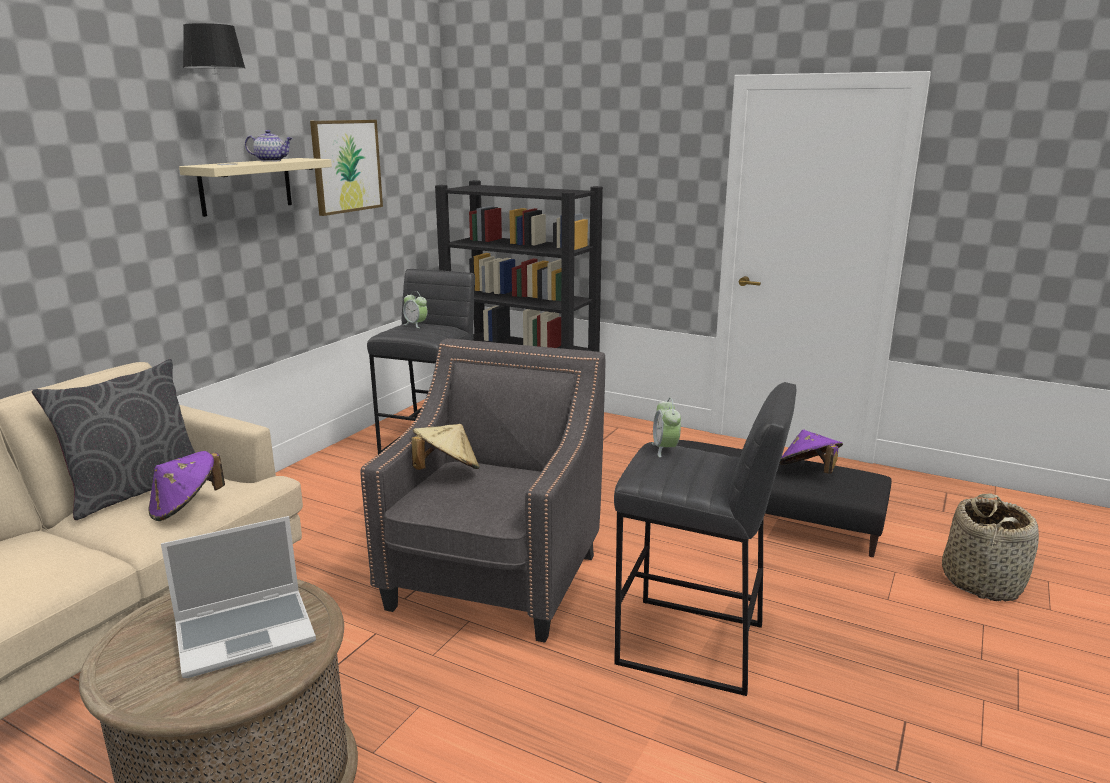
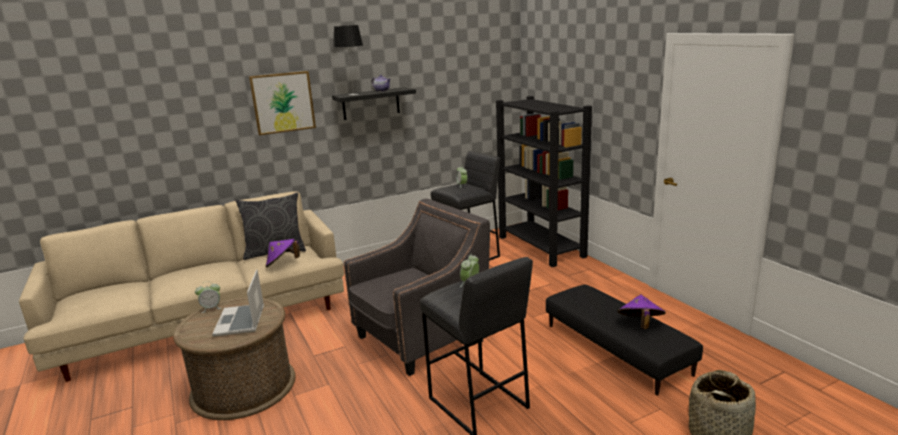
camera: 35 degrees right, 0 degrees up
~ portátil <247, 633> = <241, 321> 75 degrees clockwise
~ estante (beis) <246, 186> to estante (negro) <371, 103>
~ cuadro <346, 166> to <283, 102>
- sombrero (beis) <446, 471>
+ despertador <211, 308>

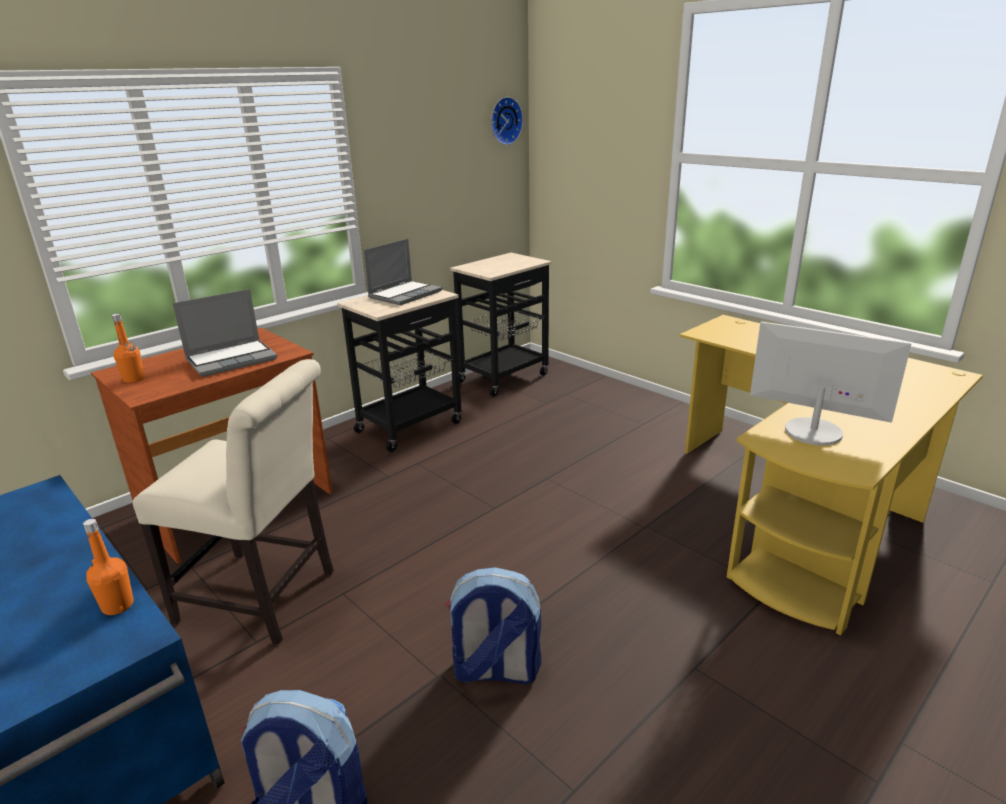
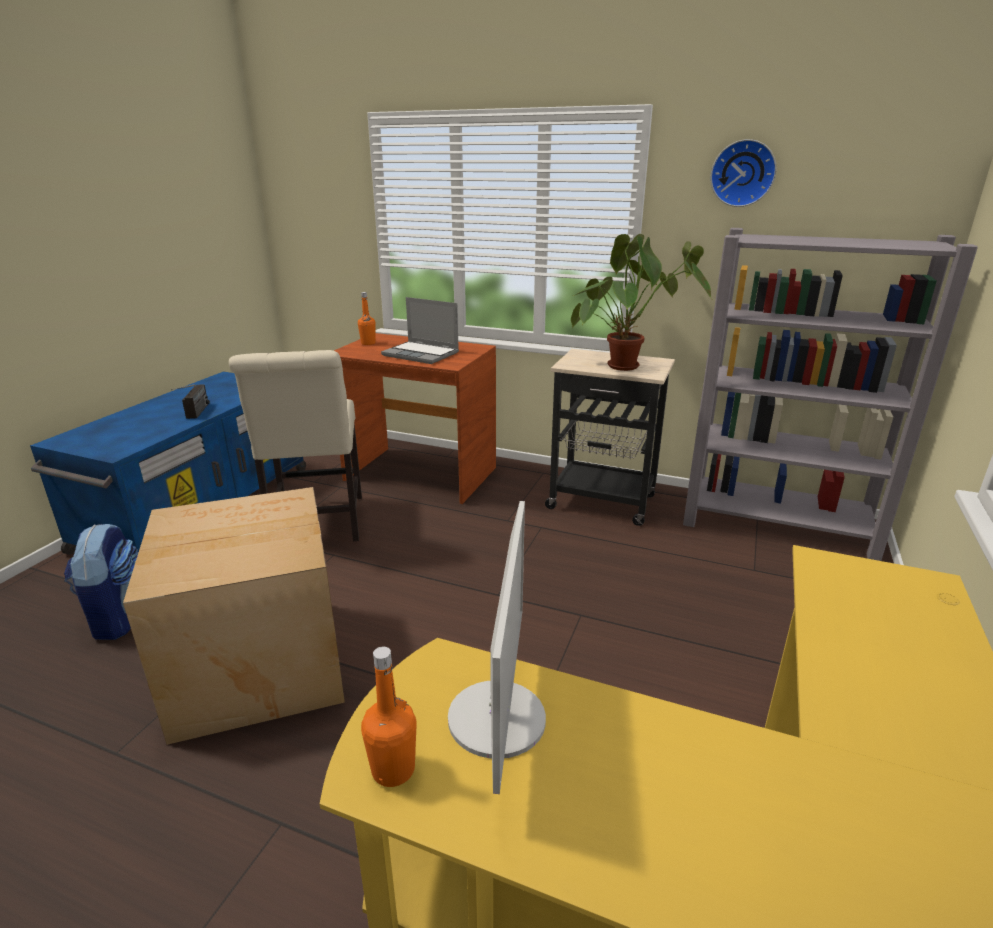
camera: 65 degrees right, 0 degrees up
~ botella (naranja) <118, 606> to <393, 769>
~ portátil <405, 294> to planta en maceta <629, 362>
~ mochila <495, 670> to caja de cartón <256, 664>
~ carrito <503, 377> to estantería (gris) <777, 523>
~ reloj de pared <504, 121> to <743, 173>
+ radio <195, 415>

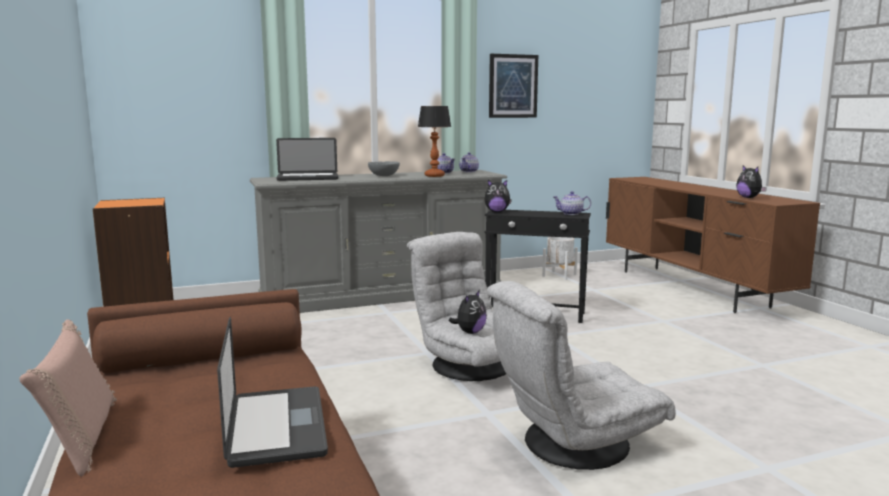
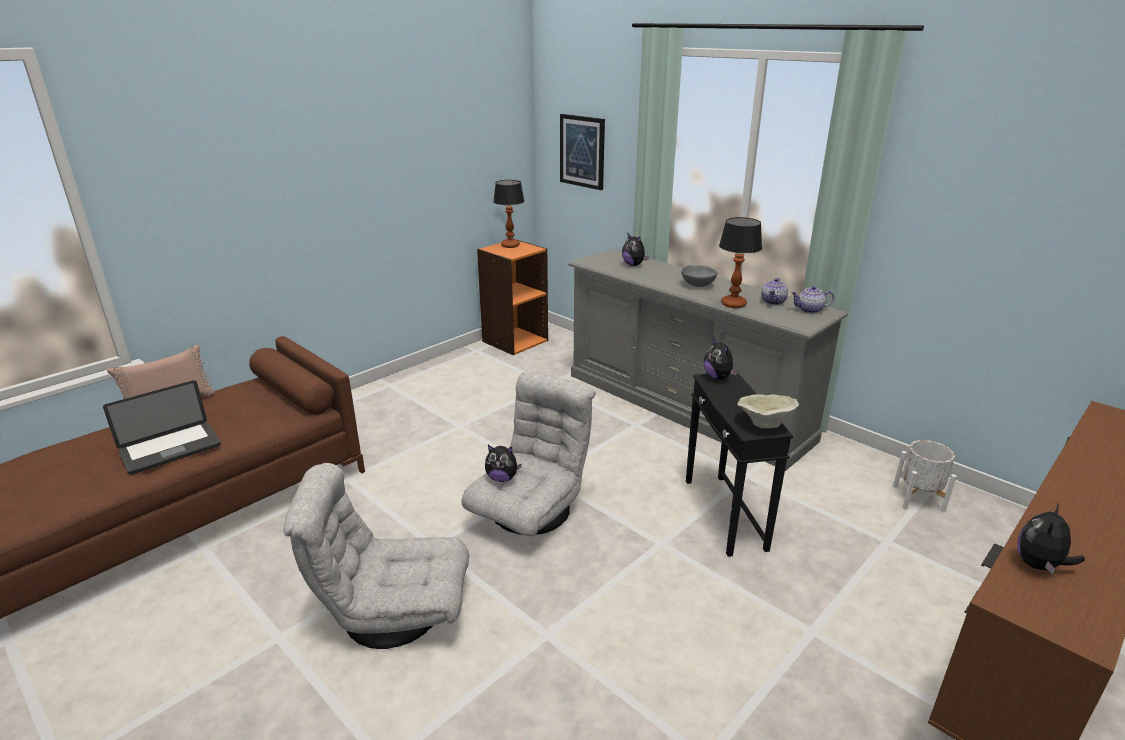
camera: 65 degrees right, 15 degrees up
~ portátil <308, 178> to peluche <634, 265>
~ sillón (gris) <576, 443> = <394, 610> 45 degrees counterclockwise
~ cuadro <513, 86> to <582, 151>
~ tetera <571, 213> to cuenco (beis) <764, 424>
+ lámpara de mesa <510, 246>

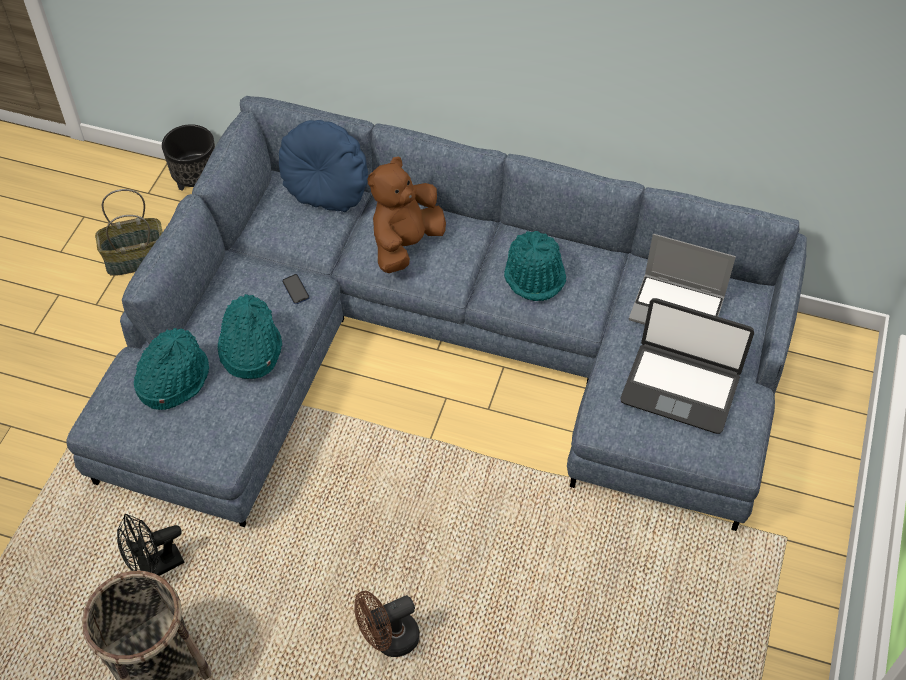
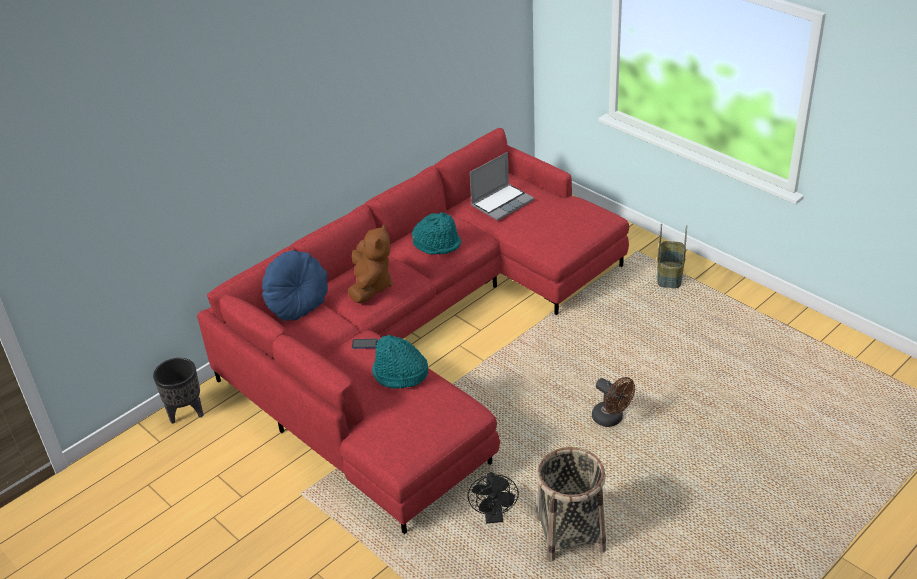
camera: 60 degrees left, 15 degrees down
~ sofá (azul) <440, 350> to sofá (rojo) <421, 336>
~ cesta <136, 260> to <670, 275>
- sombrero (turquesa) <173, 380>
~ ventilador (marrón) <388, 639> = <611, 419> 45 degrees counterclockwise
~ peluche (marrón) <405, 244> = <371, 286> 150 degrees counterclockwise
- portátil <680, 387>

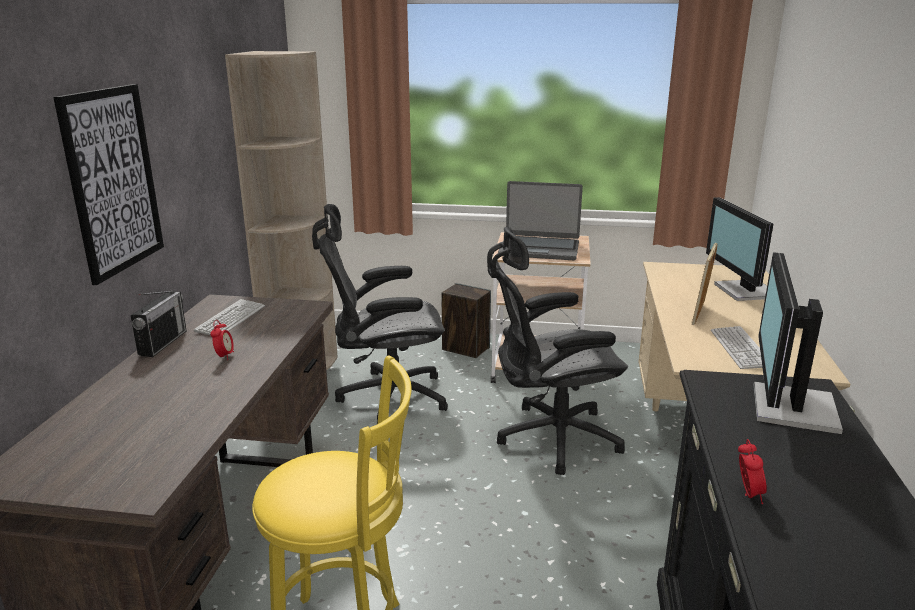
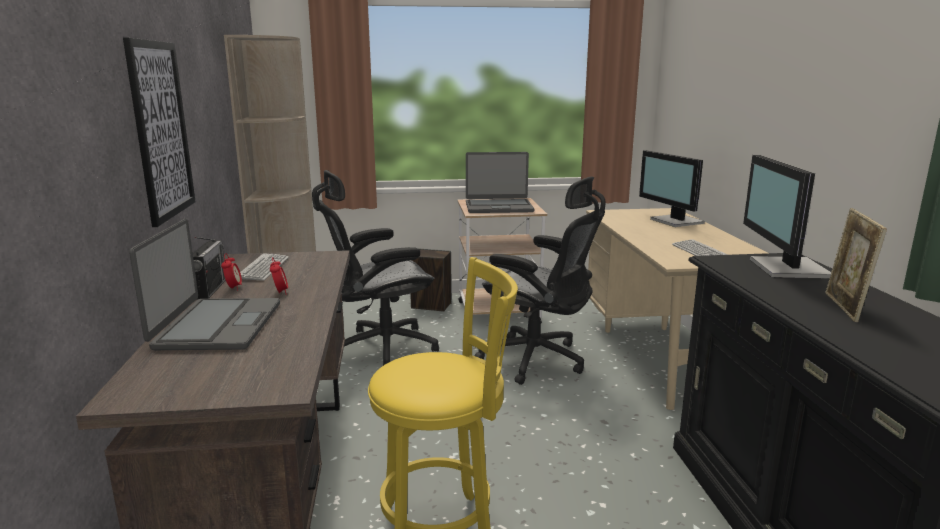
camera: 15 degrees left, 5 degrees down
~ silla de oficina <551, 439> = <537, 361> 120 degrees counterclockwise
~ portarretratos <700, 315> to <844, 308>
~ despertador <747, 495> to <233, 288>
+ portátil <217, 326>

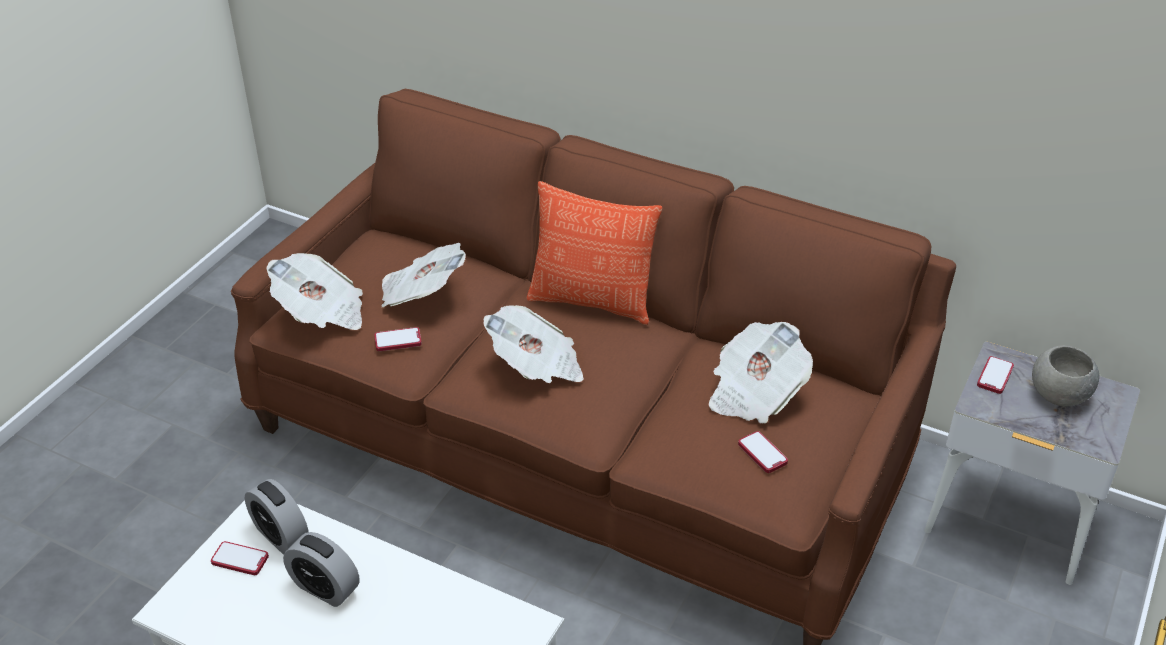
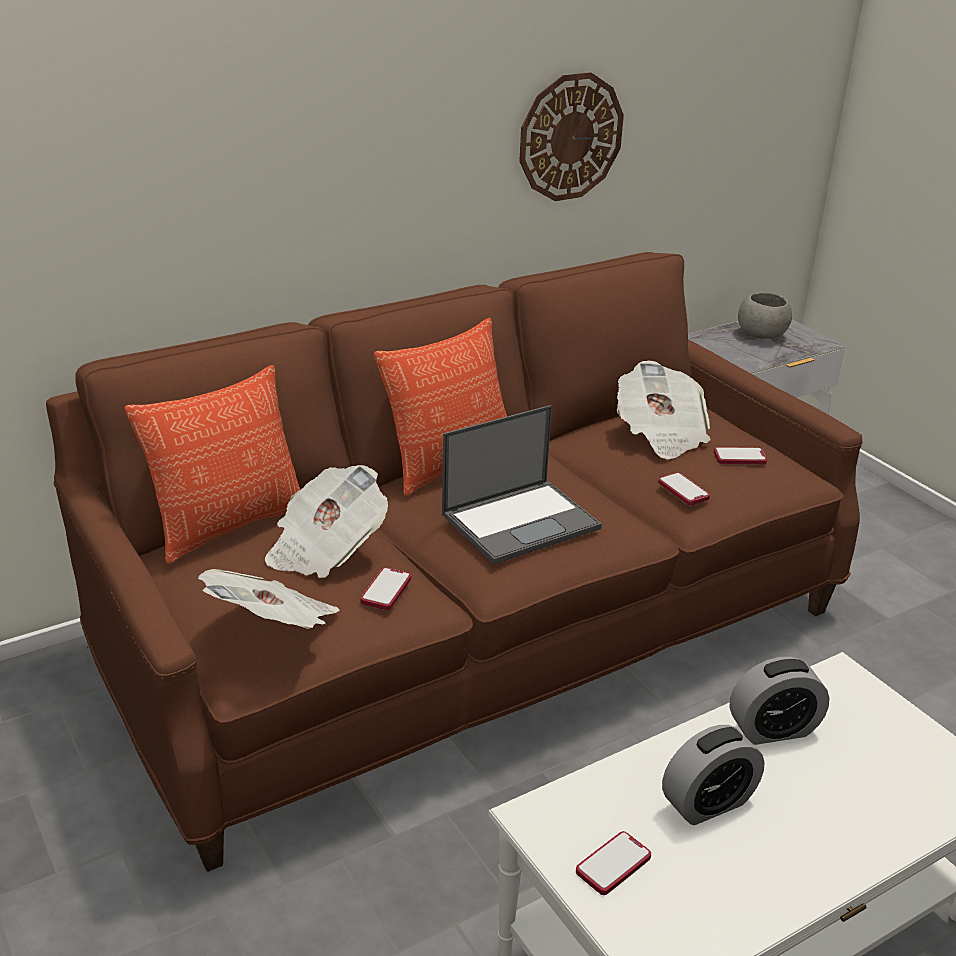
camera: 60 degrees left, 10 degrees down
~ despertador <280, 535> to <773, 729>
~ periódico <536, 366> to portátil <521, 521>
~ móvil <995, 376> to <683, 490>
+ cojín (naranja) <229, 526>
+ reloj de pared <570, 137>

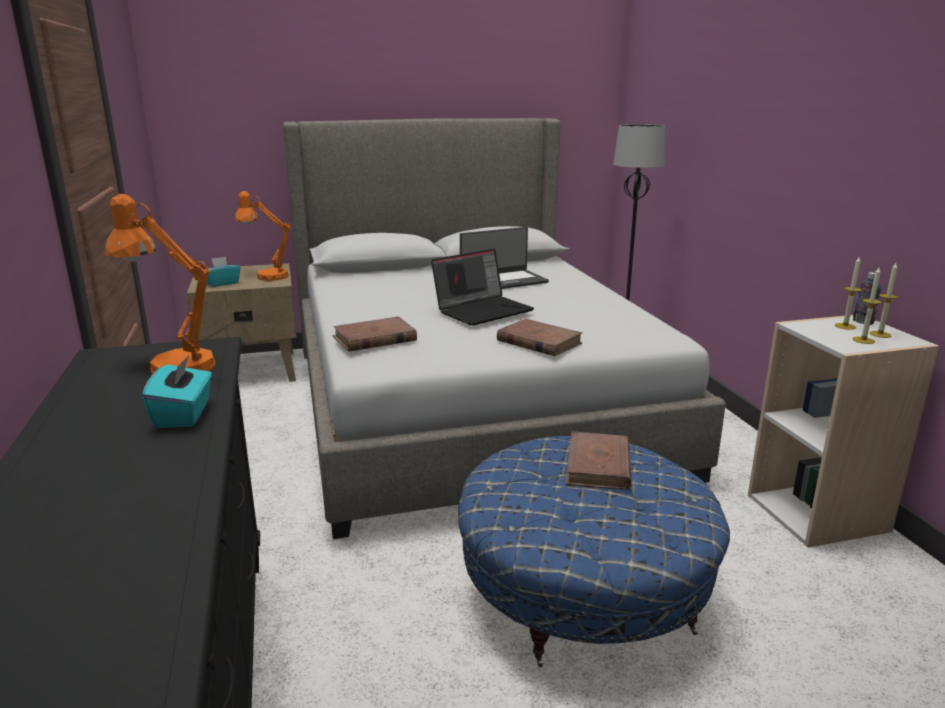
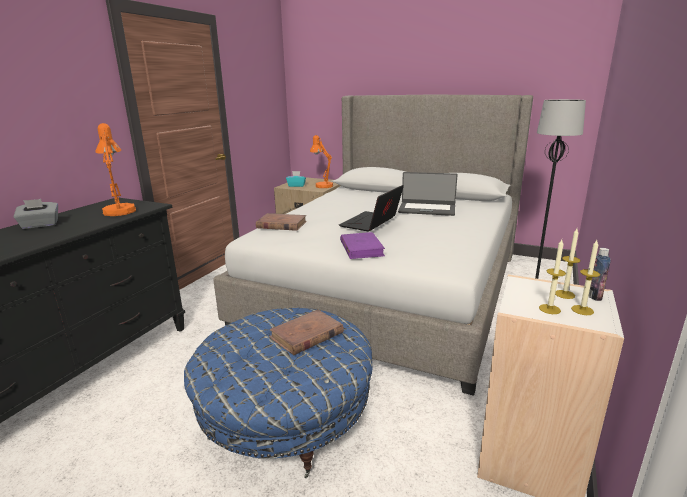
camera: 40 degrees right, 0 degrees up
- caja de pañuelos (turquesa) <184, 414>
~ portátil <483, 310> = <371, 223> 120 degrees clockwise
~ libro (marrón) <538, 342> to libro (morado) <361, 248>
+ caja de pañuelos (gris) <40, 225>

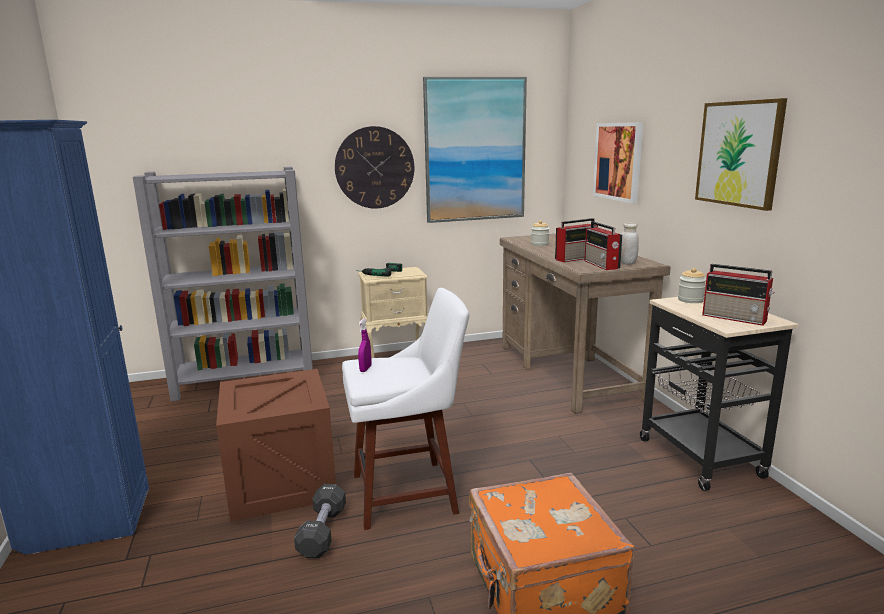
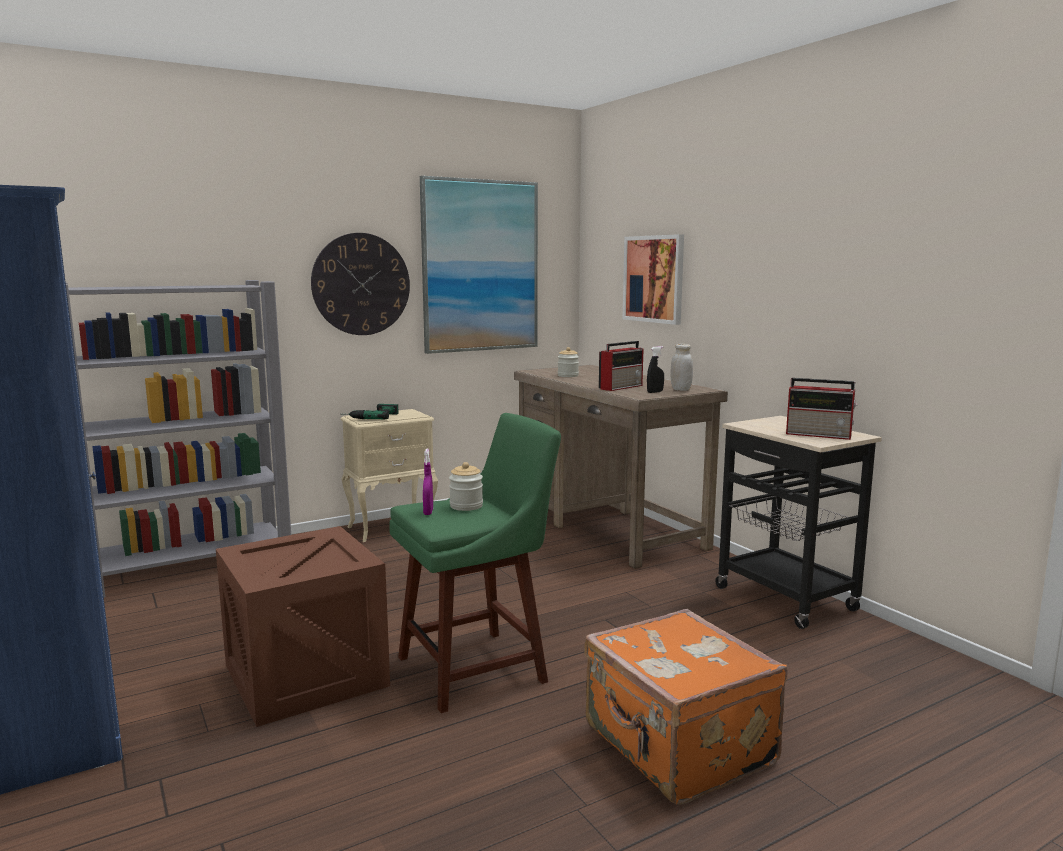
camera: 15 degrees left, 5 degrees down
- mancuerna (negro) <322, 532>
~ taburete (blanco) <409, 492> to taburete (verde) <478, 667>
~ radio <601, 265> to pulverizador (negro) <655, 392>
~ tarro <690, 300> to <466, 506>
- cuadro <739, 153>

